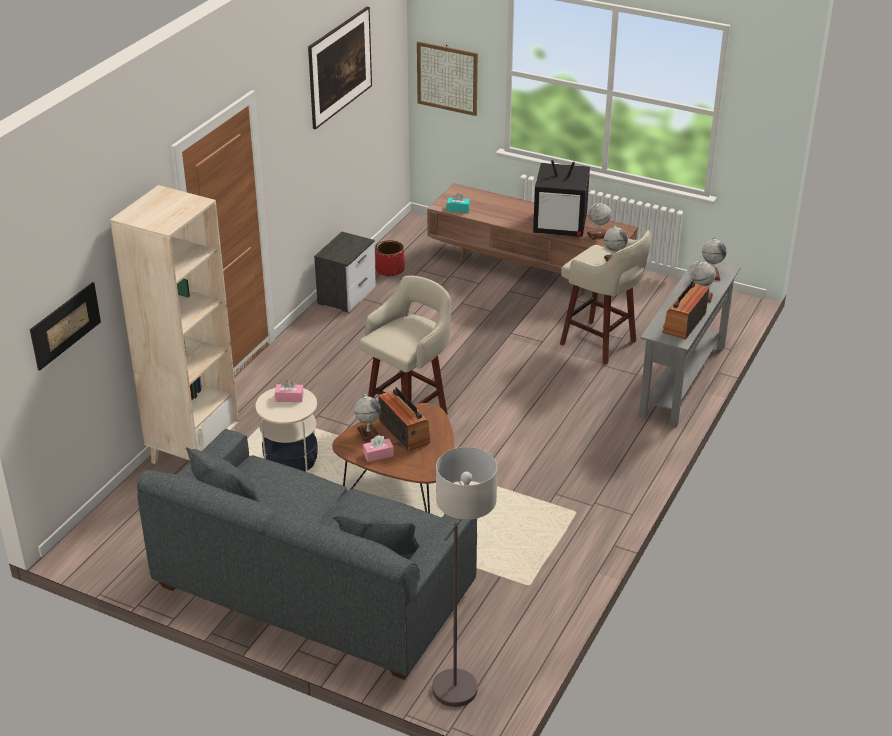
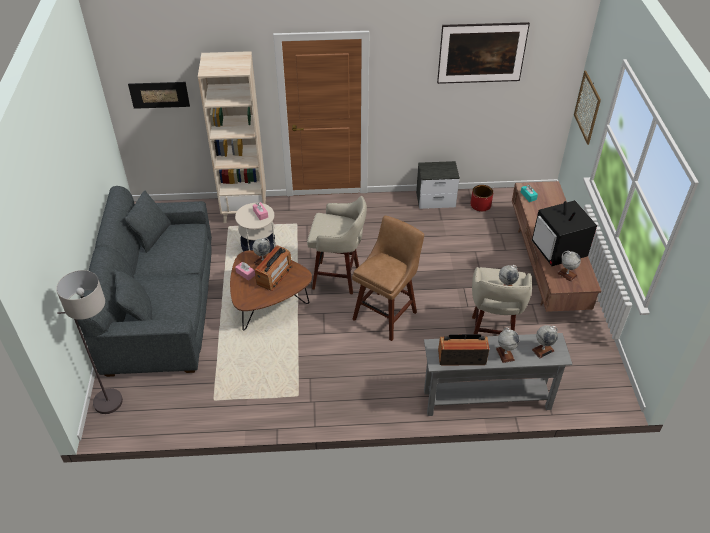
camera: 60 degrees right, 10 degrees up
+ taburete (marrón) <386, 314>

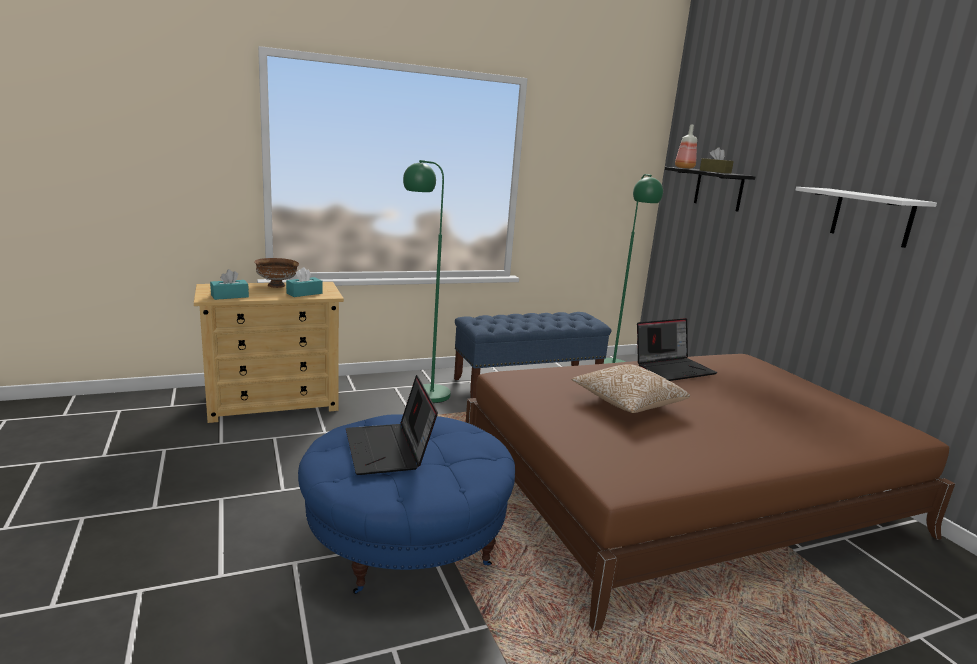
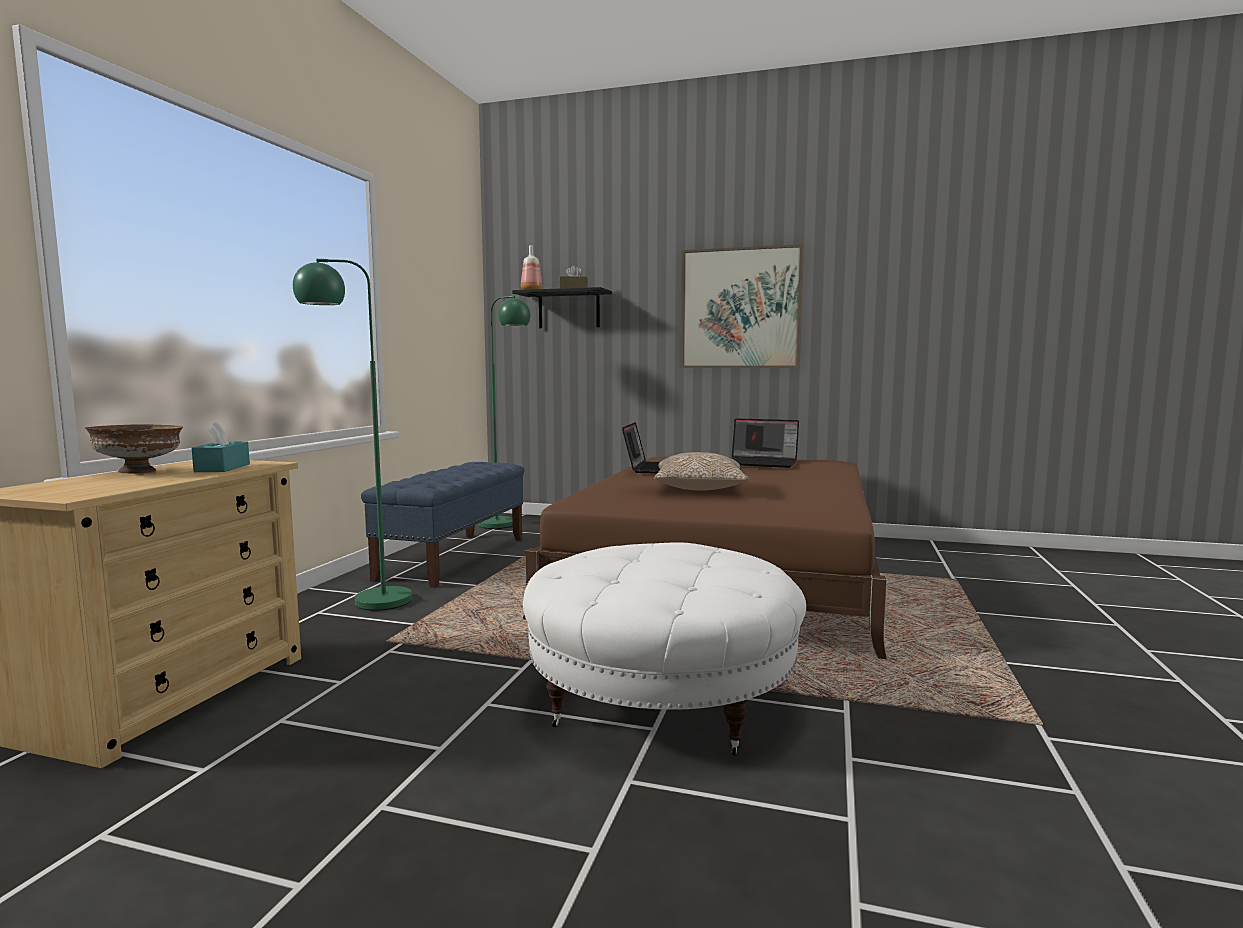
camera: 50 degrees left, 10 degrees down
- caja de pañuelos (turquesa) <230, 296>
~ puf (azul) <406, 538> to puf (blanco) <661, 697>
~ portátil <389, 450> to <762, 463>
~ estante (blanco) <872, 217> to cuadro <740, 308>

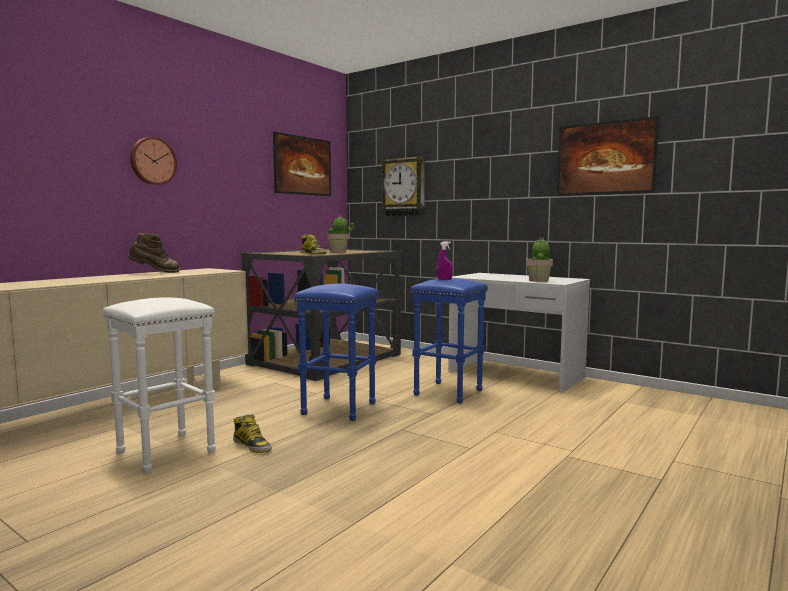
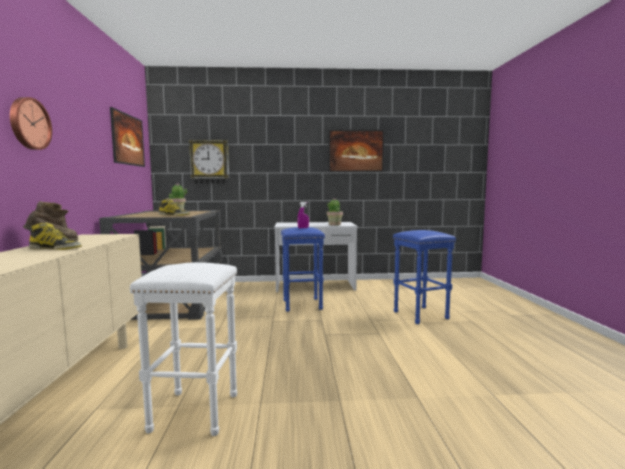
camera: 40 degrees left, 0 degrees up
~ bota <252, 446> to <56, 249>
~ taburete (azul) <340, 408> to <420, 314>

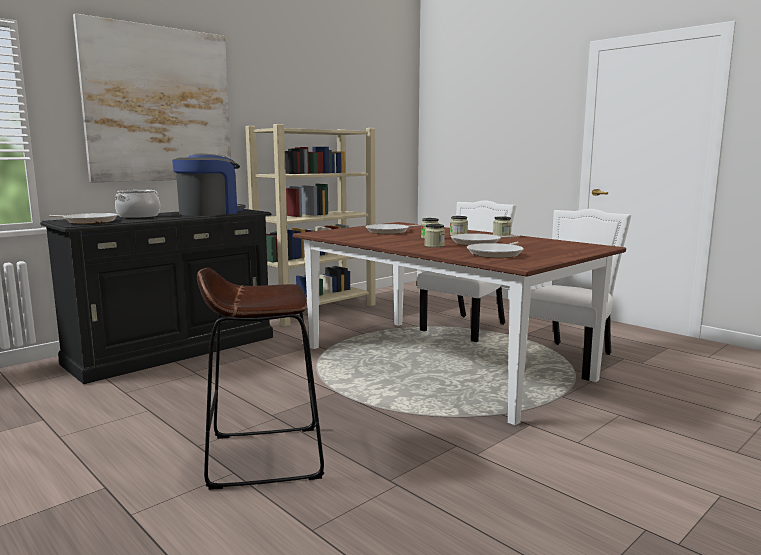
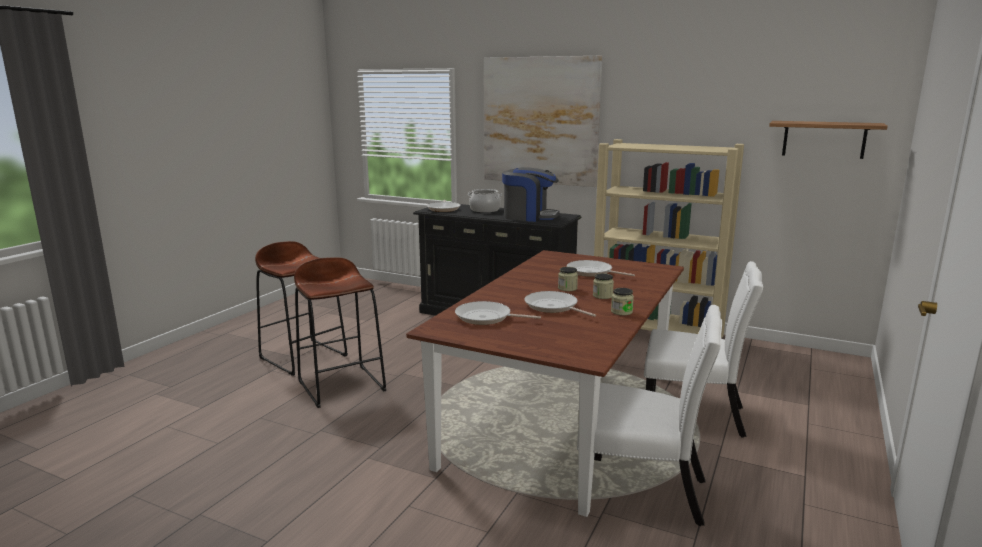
camera: 70 degrees right, 5 degrees up
- tarro <434, 246>
+ taburete (marrón) <303, 356>
+ estante <824, 139>

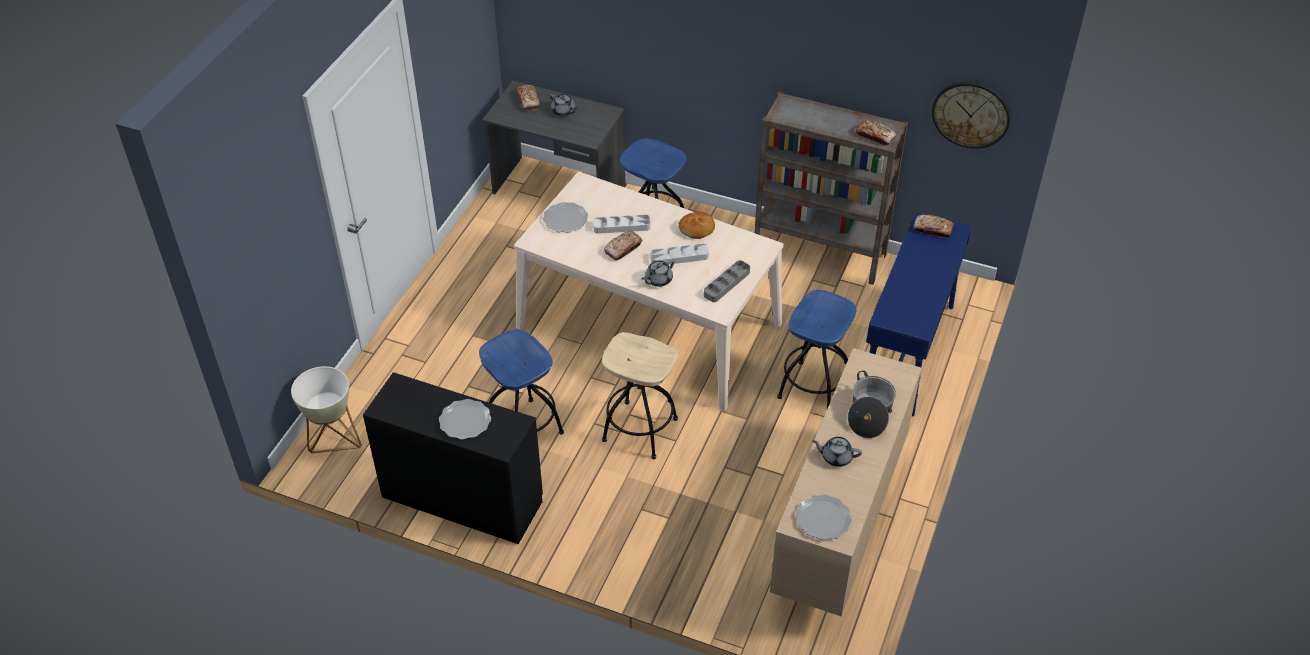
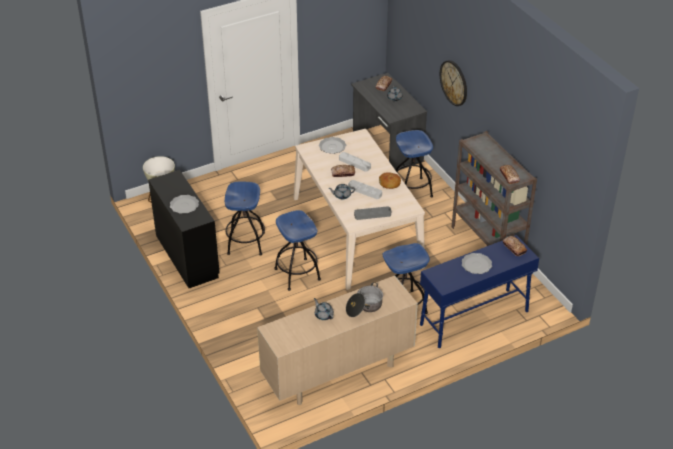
camera: 40 degrees right, 5 degrees down
~ taburete (beis) <639, 429> to taburete (azul) <297, 274>
~ plato <823, 519> to <476, 264>
~ reloj de pared <971, 114> to <454, 82>

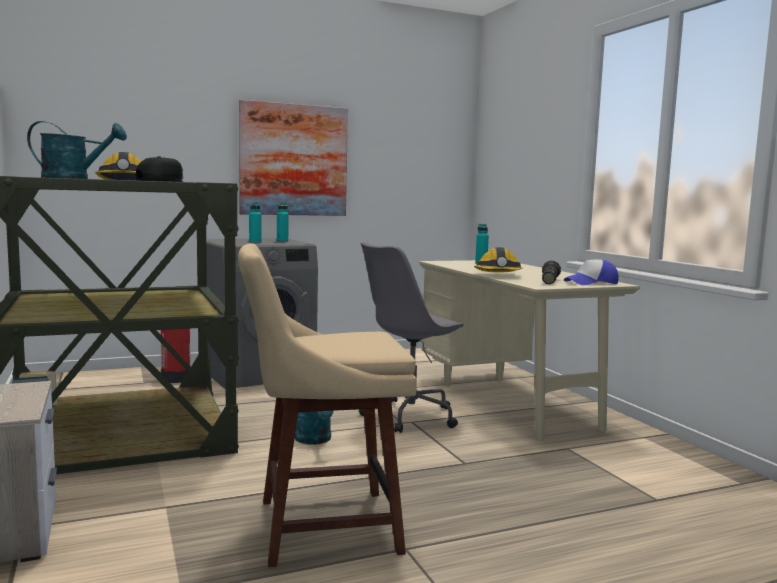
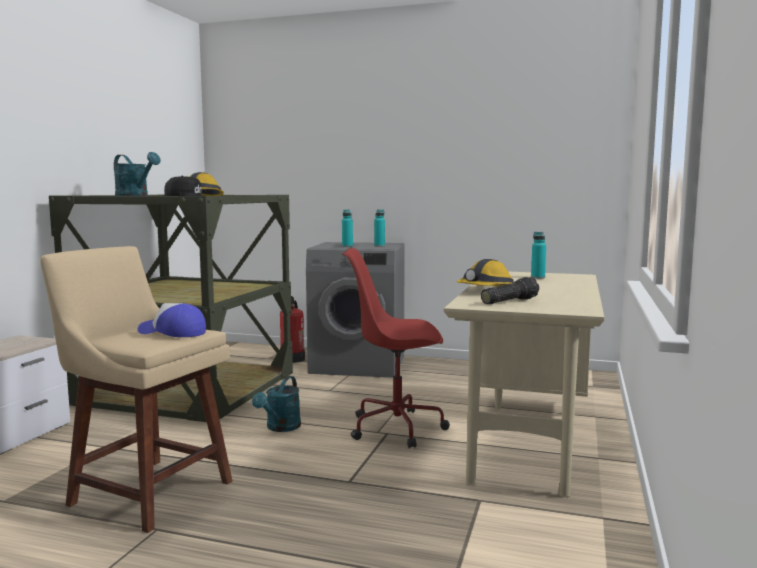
camera: 40 degrees right, 0 degrees up
- cuadro <293, 160>
~ silla de oficina (gris) <408, 416> to silla de oficina (rojo) <394, 428>
~ gorra <591, 283> to <172, 332>

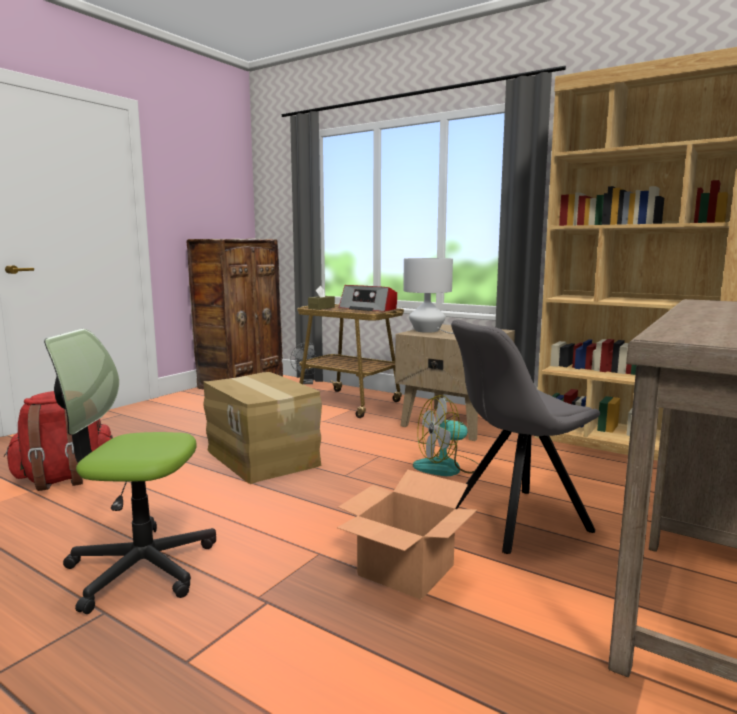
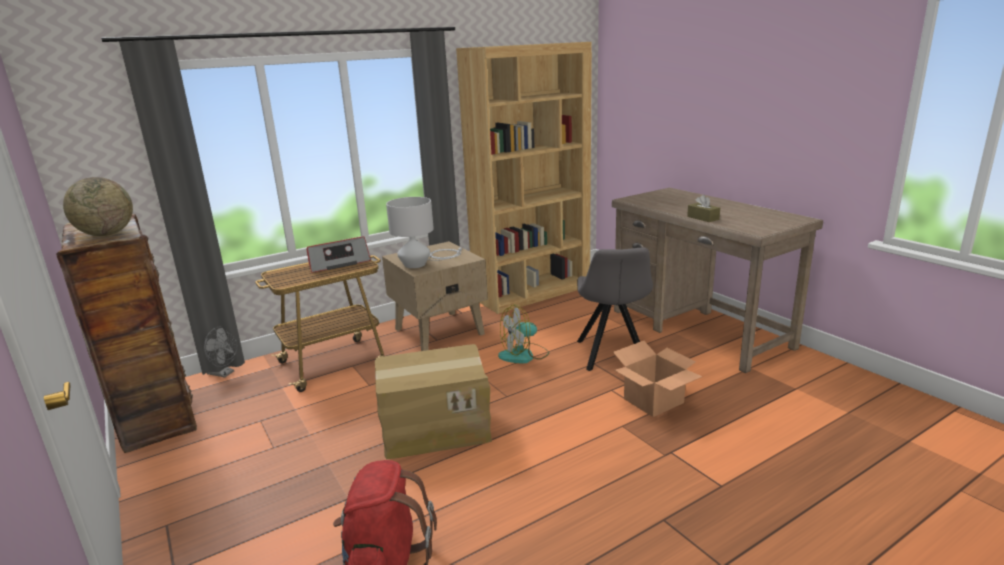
camera: 65 degrees left, 10 degrees up
- silla de oficina <141, 567>
~ caja de pañuelos (marrón) <321, 308> to <703, 218>
~ ventilador <447, 467> = <524, 355> 60 degrees clockwise
+ globo terráqueo <106, 234>

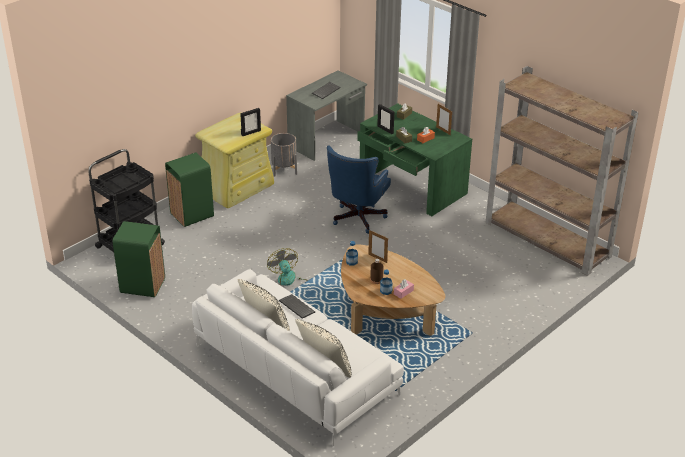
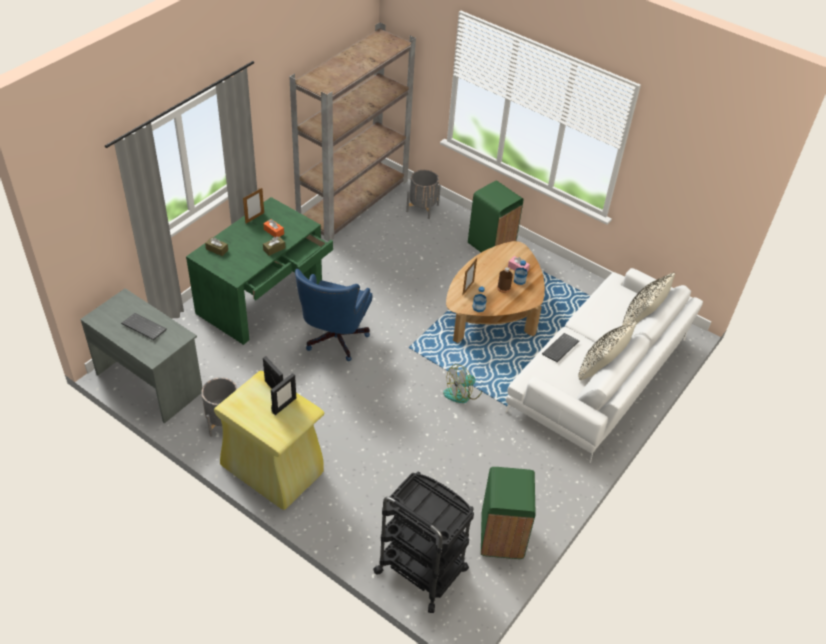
camera: 100 degrees left, 10 degrees up
~ papelera (verde) <192, 215> to <491, 246>
~ silla de oficina (azul) <357, 220> = <335, 341> 90 degrees clockwise
~ portarretratos <385, 129> to <284, 405>
+ maceta (gris) <422, 208>

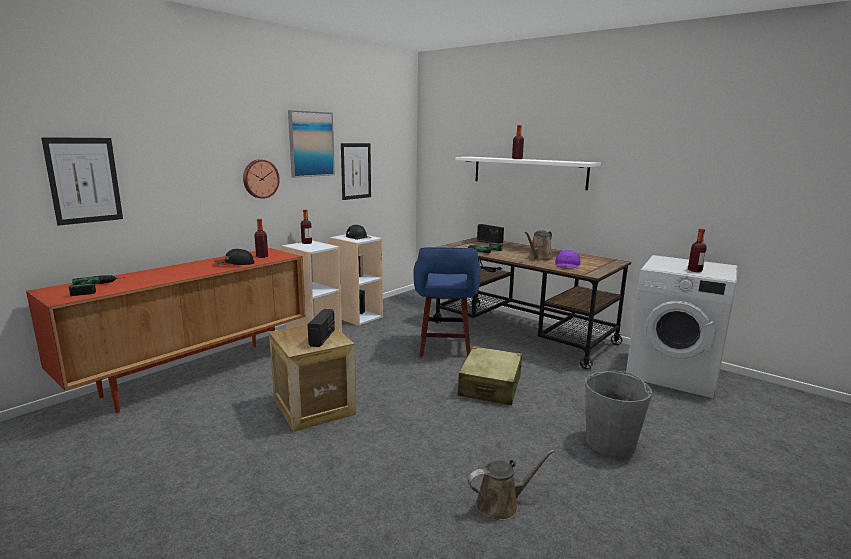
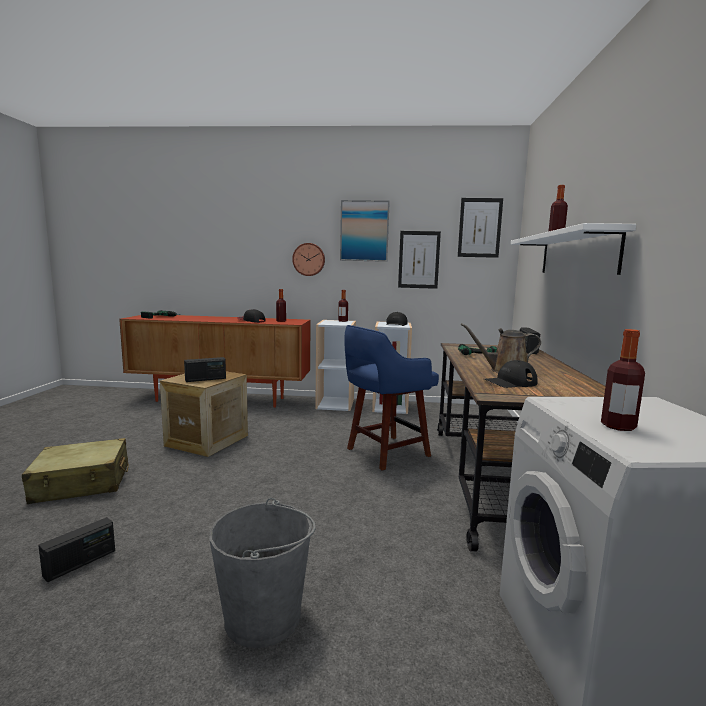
camera: 55 degrees right, 5 degrees down
~ cuadro <84, 180> to <479, 228>
~ maleta (beis) <490, 386> to <82, 483>
~ regadera (marrón) <501, 504> to radio <80, 563>
~ gorra (morado) <567, 264> to gorra (negro) <510, 382>

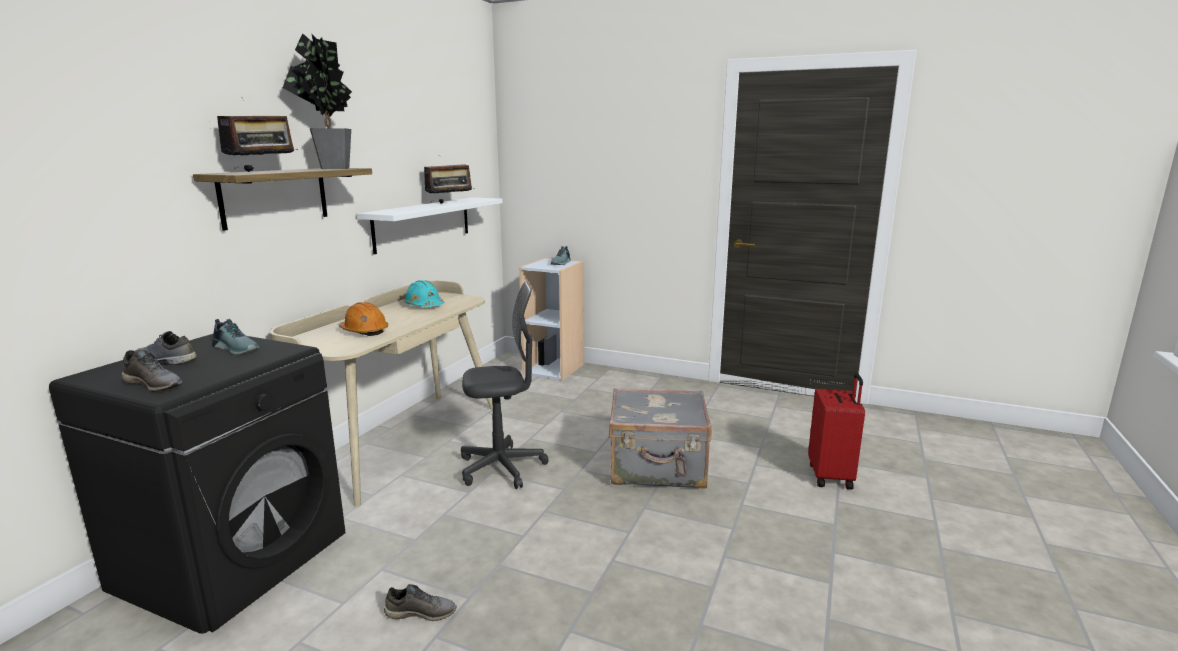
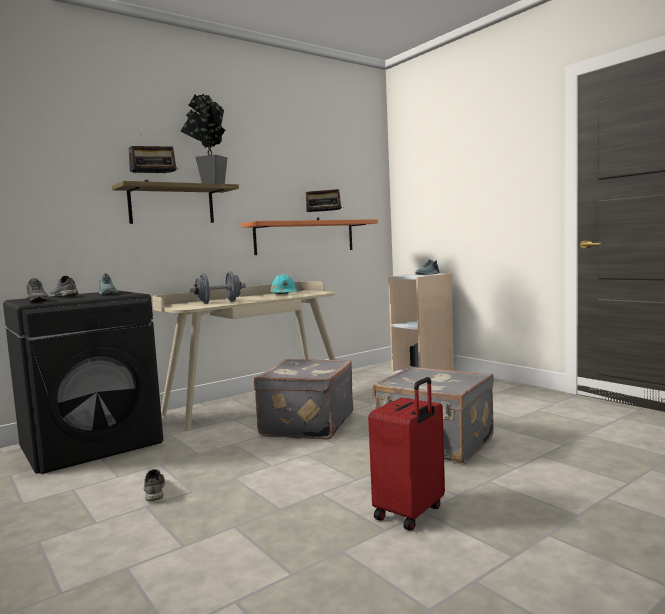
camera: 30 degrees right, 10 degrees down
~ casco (naranja) <364, 331> to mancuerna (gris) <218, 302>
~ estante (blanco) <423, 223> to estante (naranja) <305, 237>
~ zapato (gris) <421, 612> = <154, 492> 135 degrees counterclockwise
~ silla de oficina (gris) <502, 468> to maleta (gris) <306, 425>
~ maleta (rojo) <831, 476> to <410, 513>

